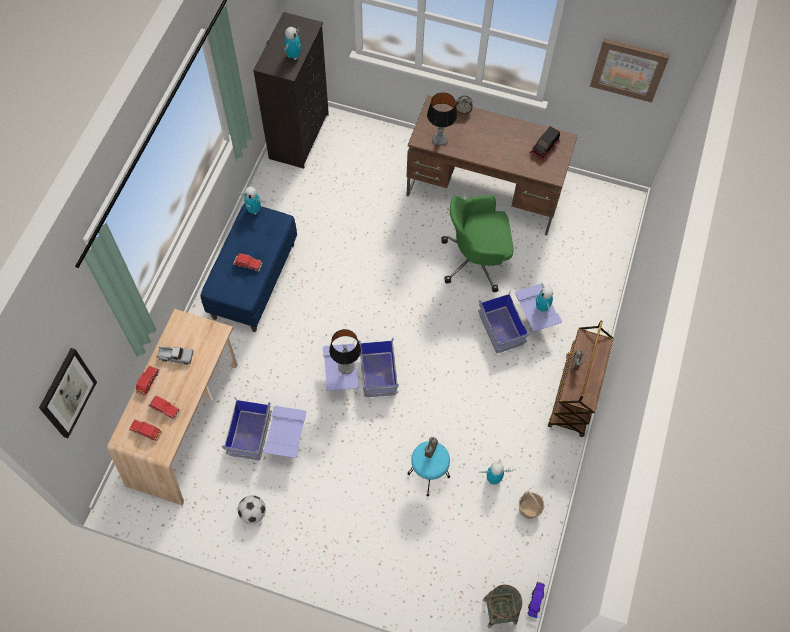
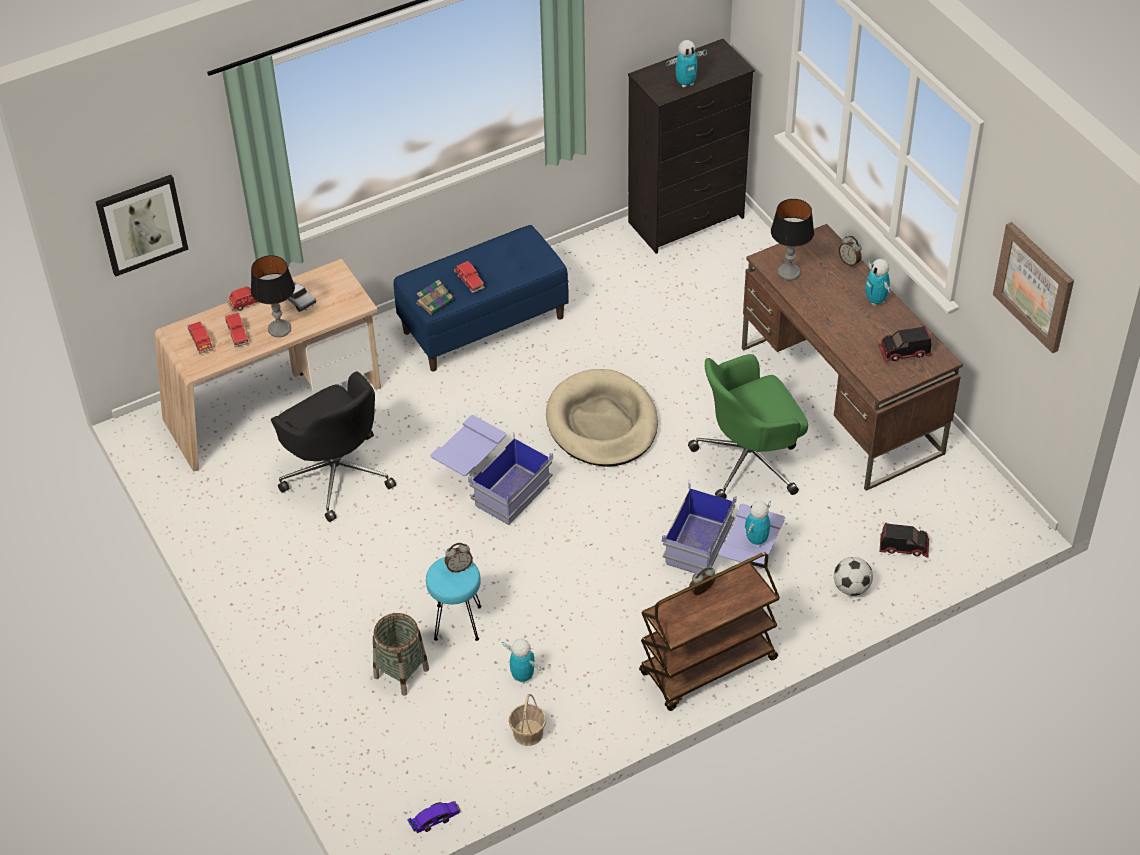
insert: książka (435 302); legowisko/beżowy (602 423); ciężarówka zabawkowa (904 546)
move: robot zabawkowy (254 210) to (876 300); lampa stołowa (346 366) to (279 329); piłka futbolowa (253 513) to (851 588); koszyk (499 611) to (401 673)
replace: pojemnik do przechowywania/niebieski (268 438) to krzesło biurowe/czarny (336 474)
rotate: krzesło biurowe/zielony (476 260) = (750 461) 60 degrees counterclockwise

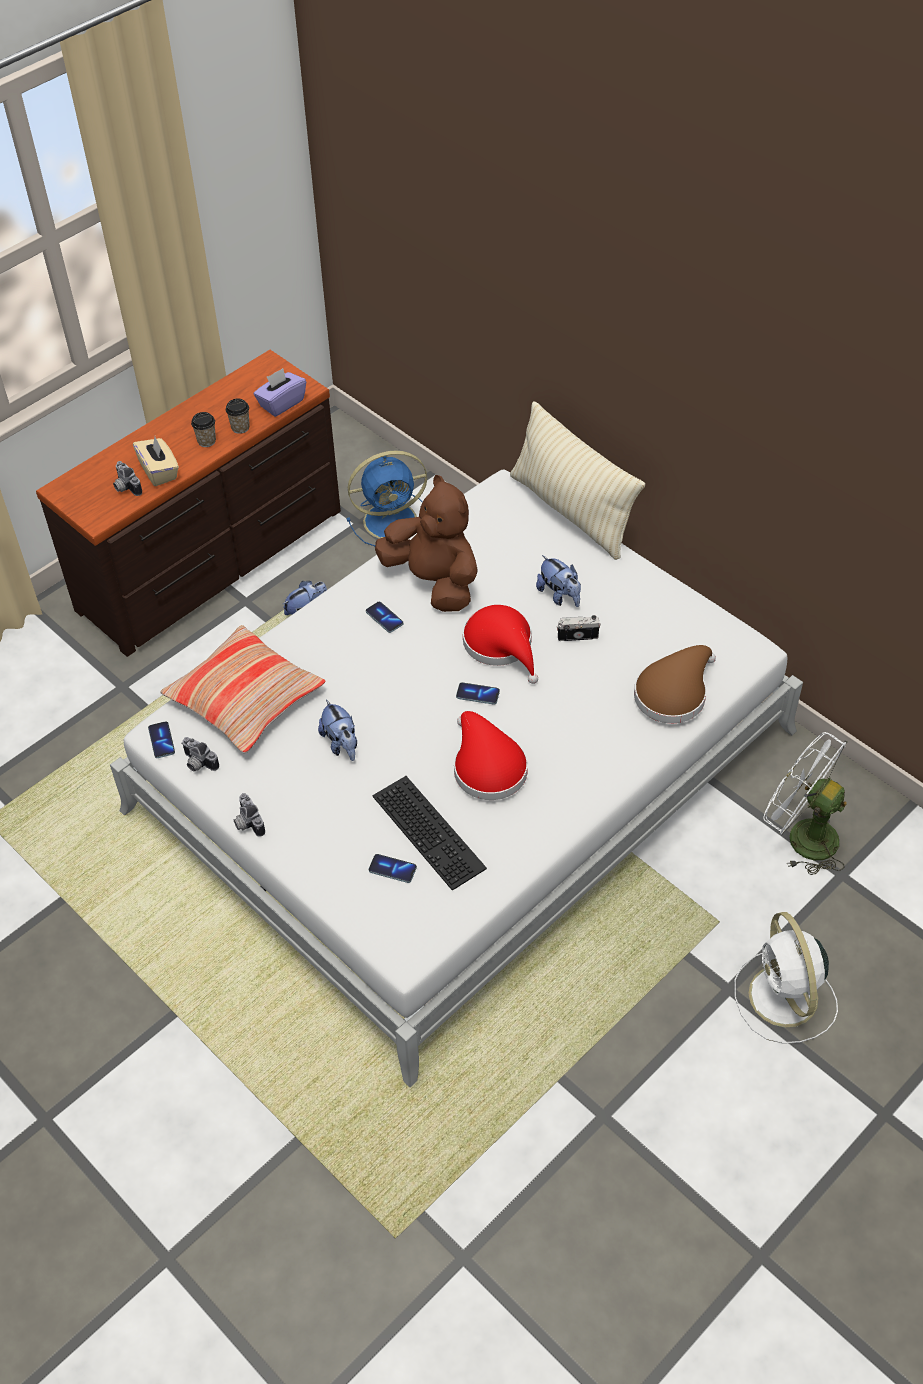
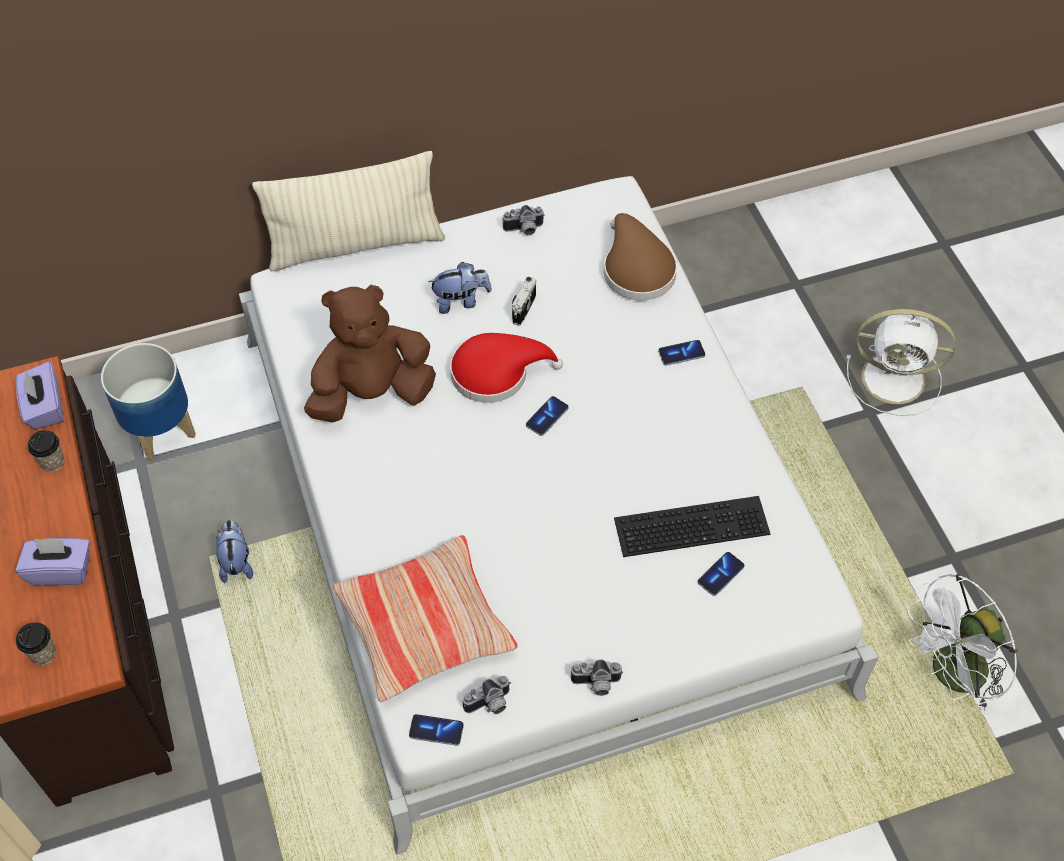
delete: pluszak (341 744); kapelusz/czerwony (487 766)
move: filiżanka (206 441) to (43 653); aparat fotograficzny (125 487) to (524 230); telefon (384 618) to (681 353); wentylator/biały (801 836) to (950 676)
replace: wentylator/niebieski (392 520) to donica (160 430)
recolor: pudełko chusteczek/beżowy (159 471) to pudełko chusteczek/fioletowy (61 570)

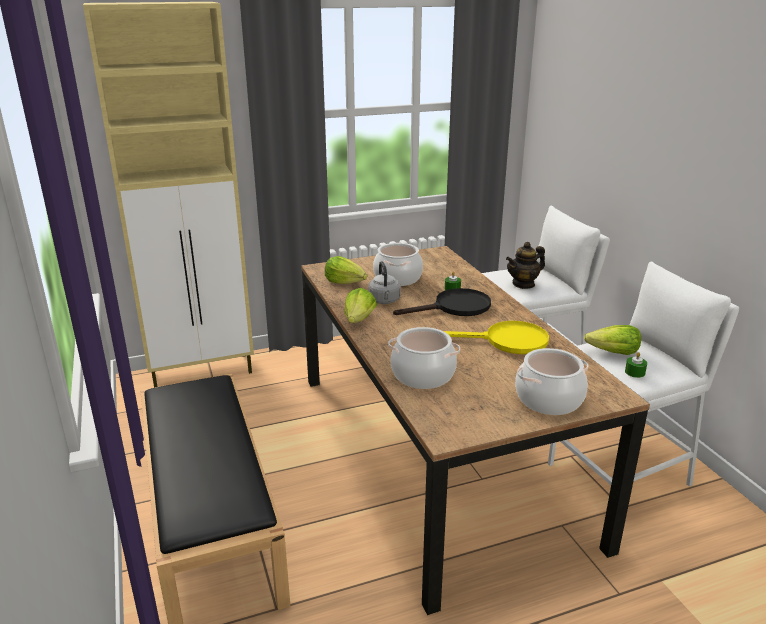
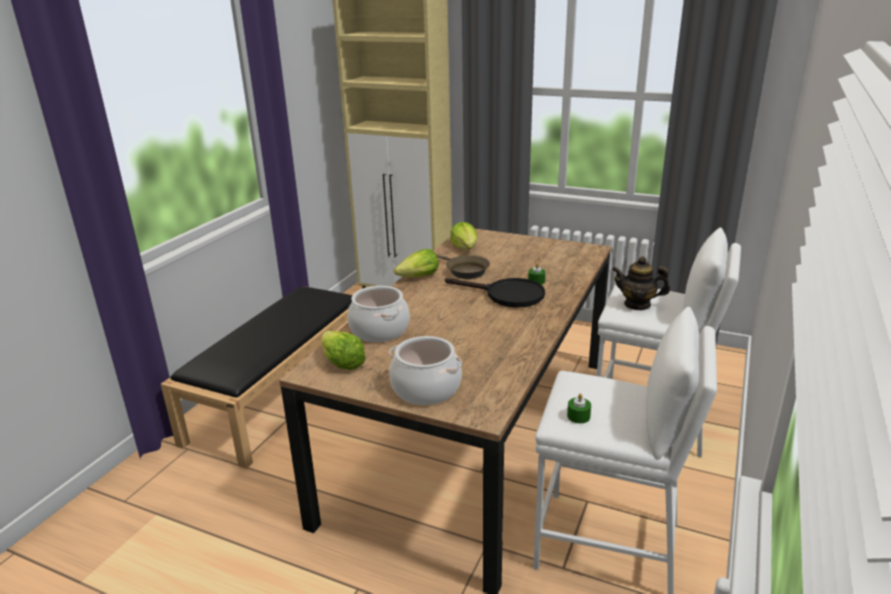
delete: garnek (398 278); patelnia/żółty (507 341)
move: sałata (613 353) to (342 362)
replace: czajnik/szary (384 301) to patelnia/brązowy (464 271)

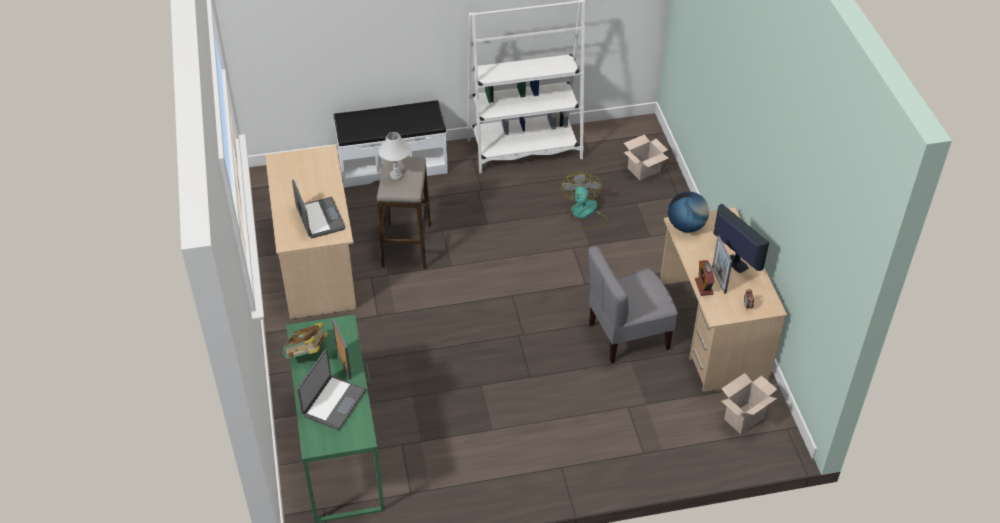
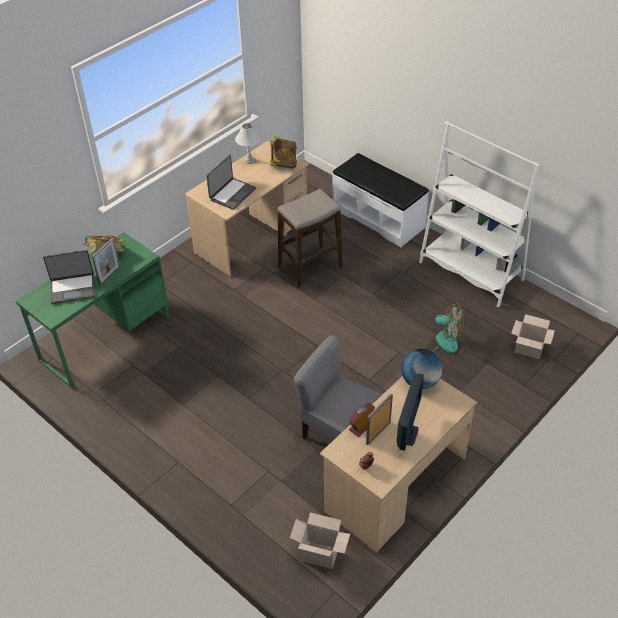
insert: książka (283 163)
move: lampa stołowa/biały (396 175) to (249 161)
rotate: wentylator (584 214) = (440 340) 60 degrees clockwise

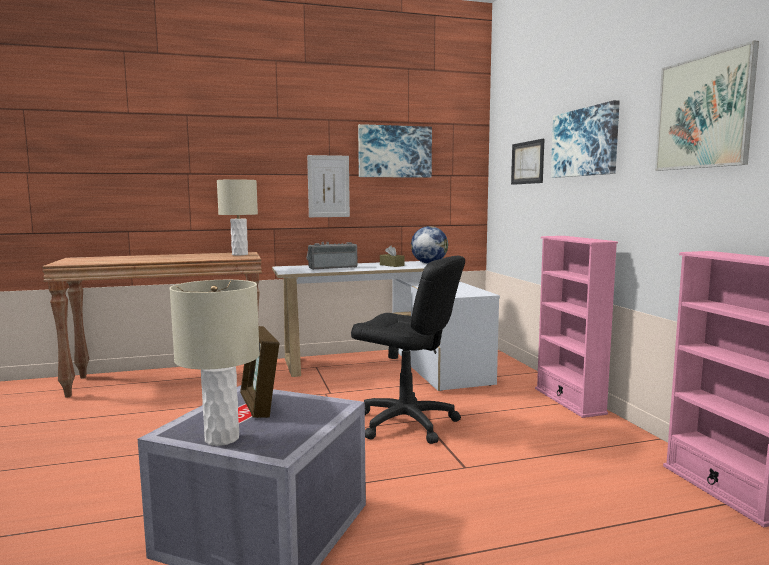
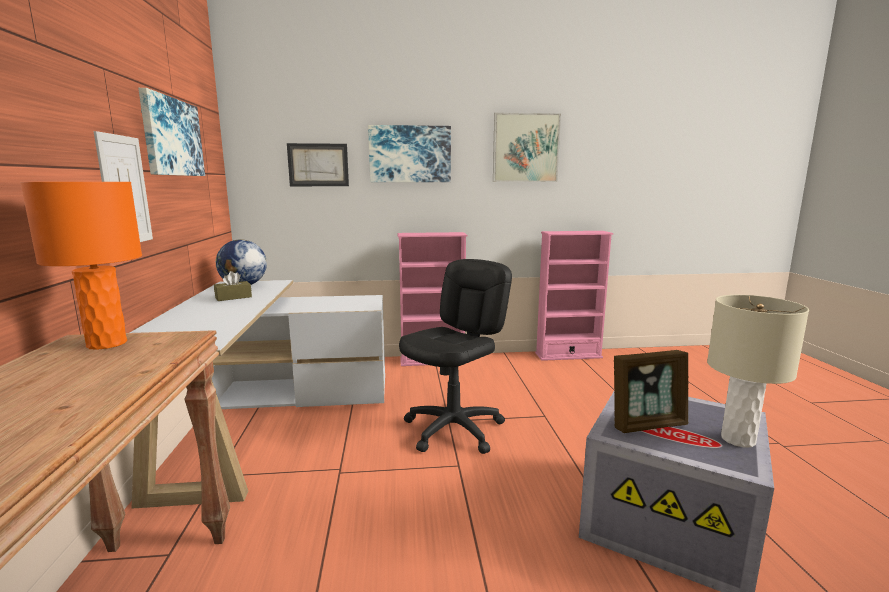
delete: radio (332 267)
recolor: lampa stołowa/beżowy (239 254) to lampa stołowa/pomarańczowy (106 344)

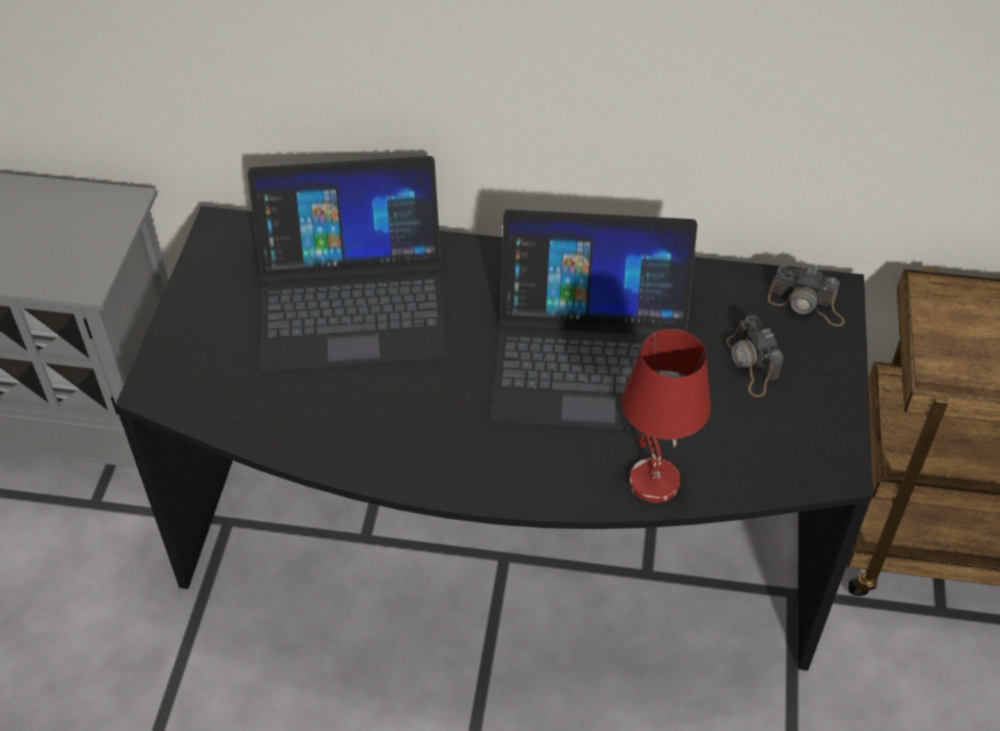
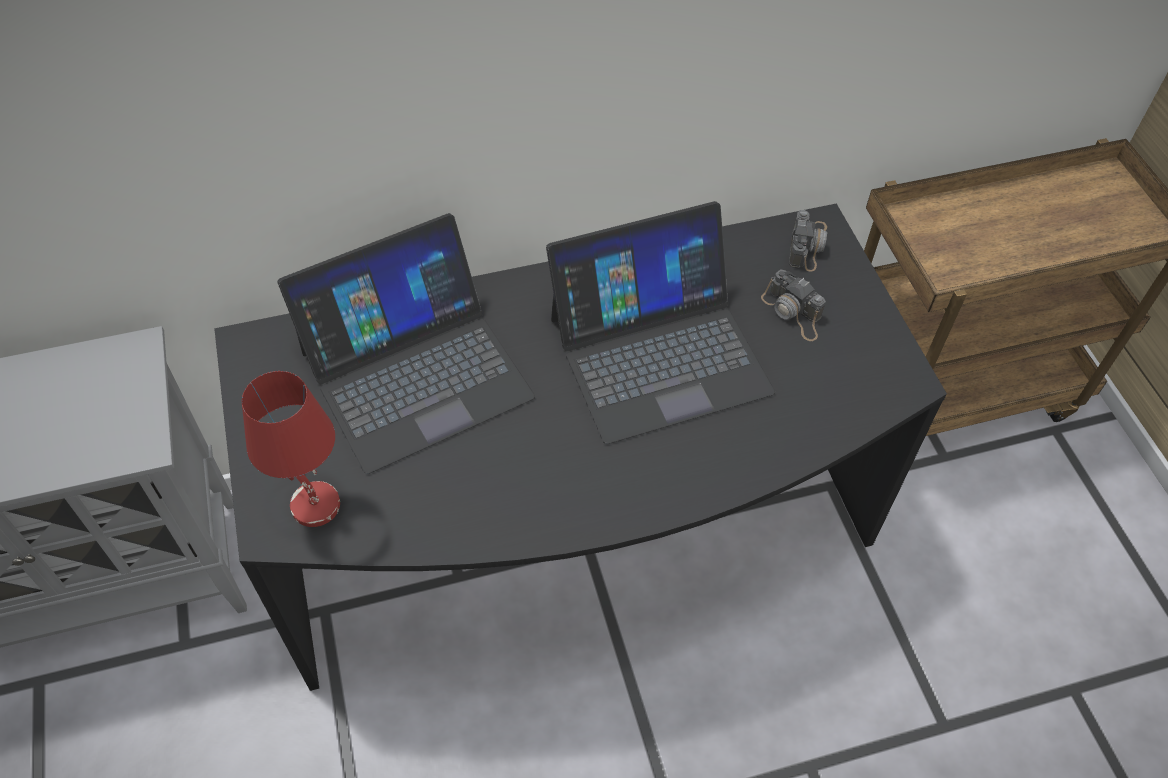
move: lampa stołowa/czerwony (652 481) to (314 505)
rotate: aparat fotograficzny (807 305) = (807 245) 75 degrees counterclockwise

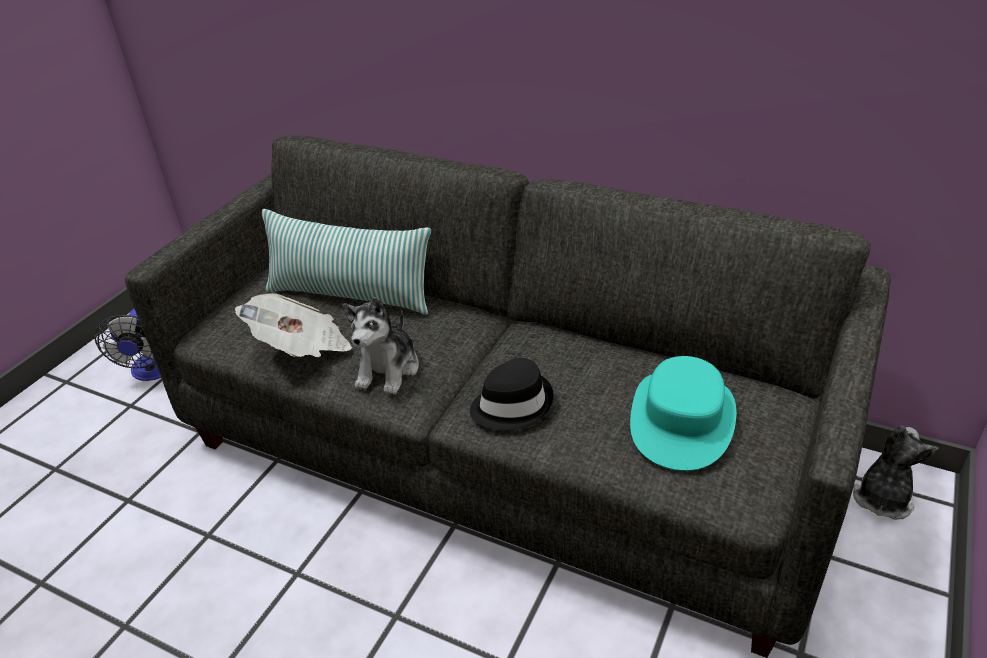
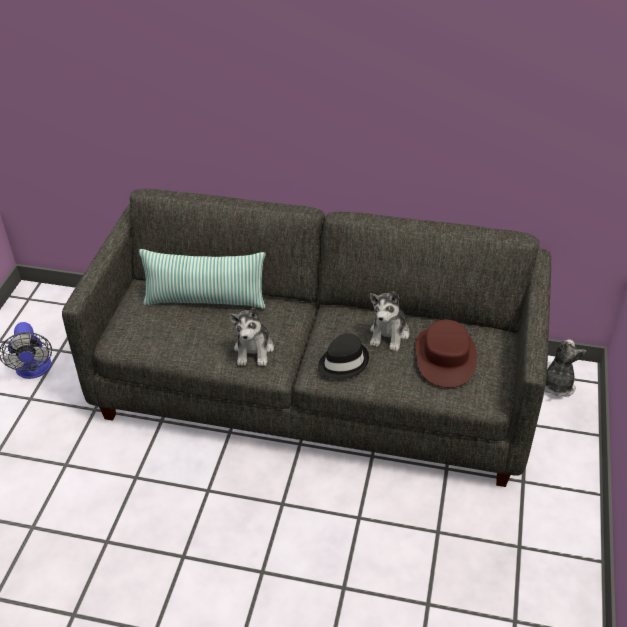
delete: gazeta (302 347)
insert: pluszak (389 334)
recolor: kapelusz/turkusowy (682 420) to kapelusz/brązowy (445 357)

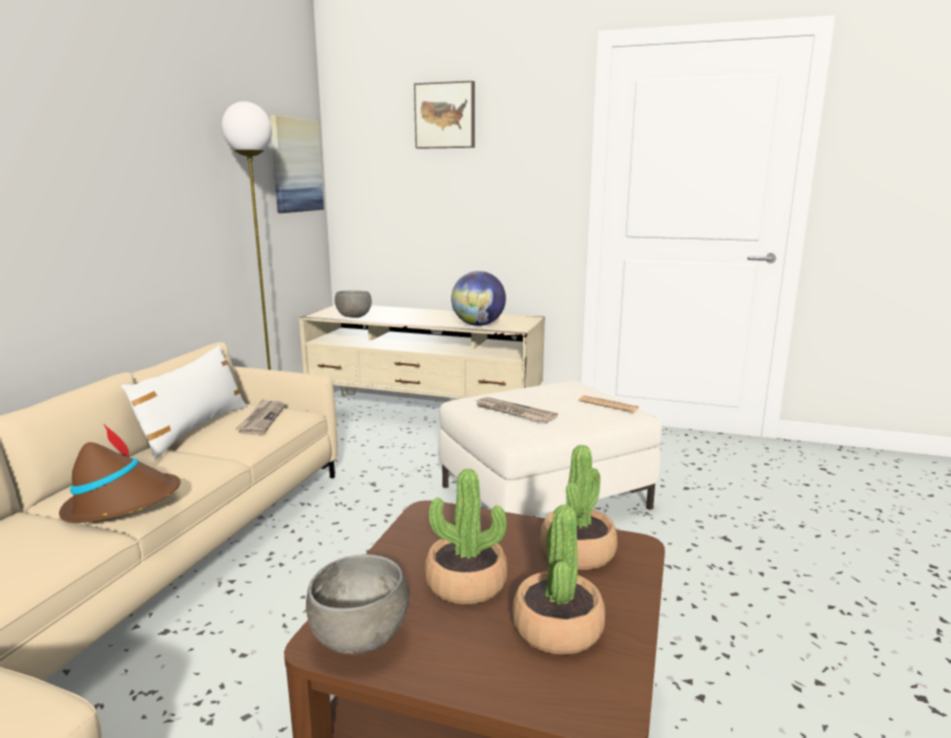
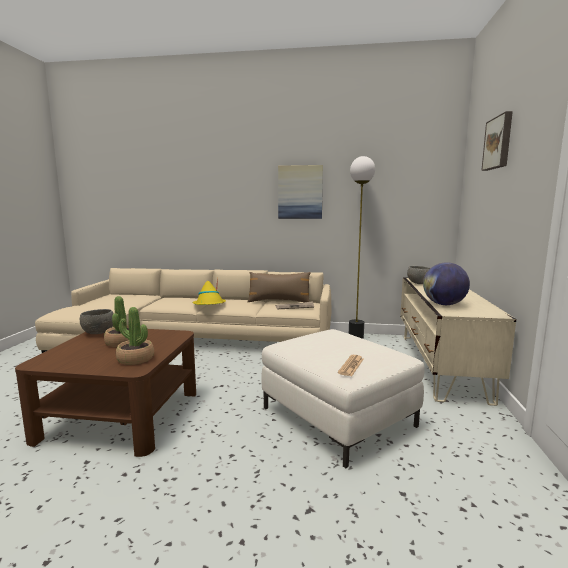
delete: gazeta (513 412); roślina doniczkowa (557 628)
move: obraz (295 165) to (300 192)
recolor: poduszka/biały (194 429) to poduszka/brązowy (279 301); kapelusz/brązowy (123 504) to kapelusz/żółty (209 305)

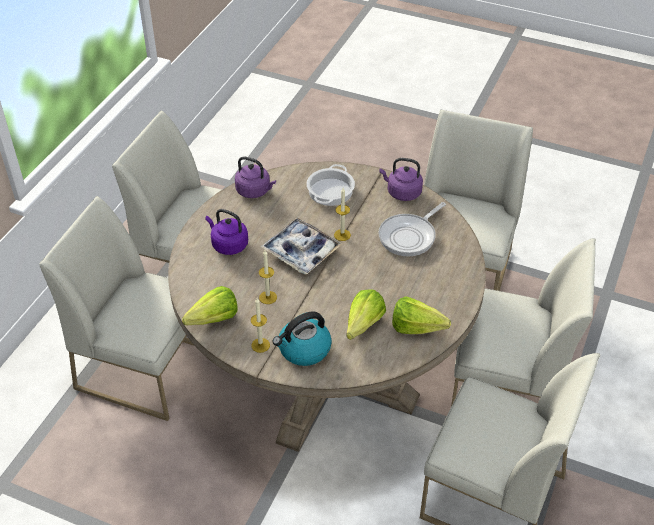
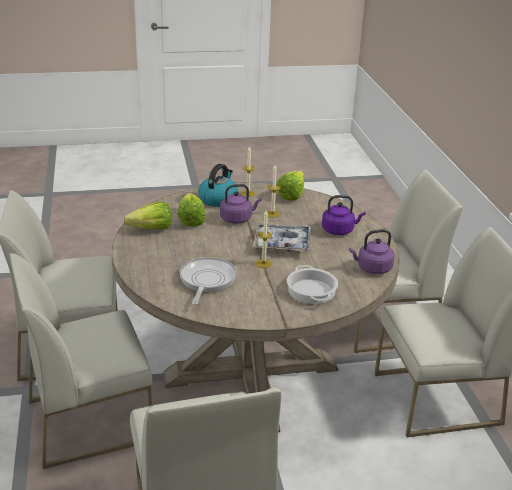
move: czajnik/fioletowy (402 192) to (237 219)

